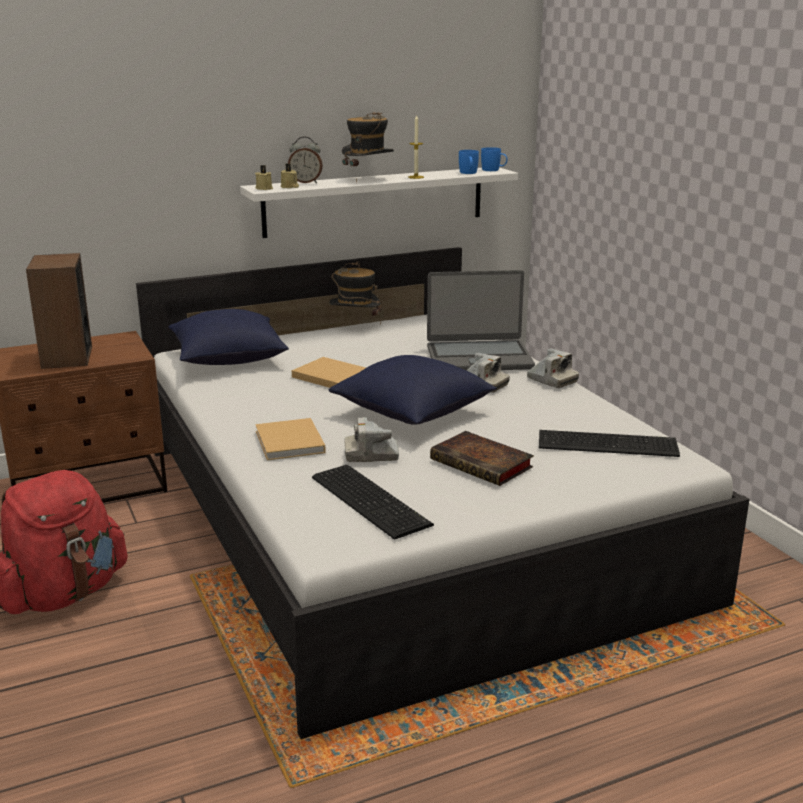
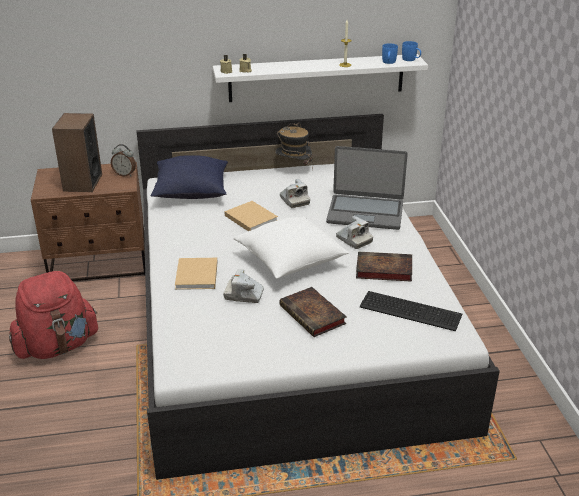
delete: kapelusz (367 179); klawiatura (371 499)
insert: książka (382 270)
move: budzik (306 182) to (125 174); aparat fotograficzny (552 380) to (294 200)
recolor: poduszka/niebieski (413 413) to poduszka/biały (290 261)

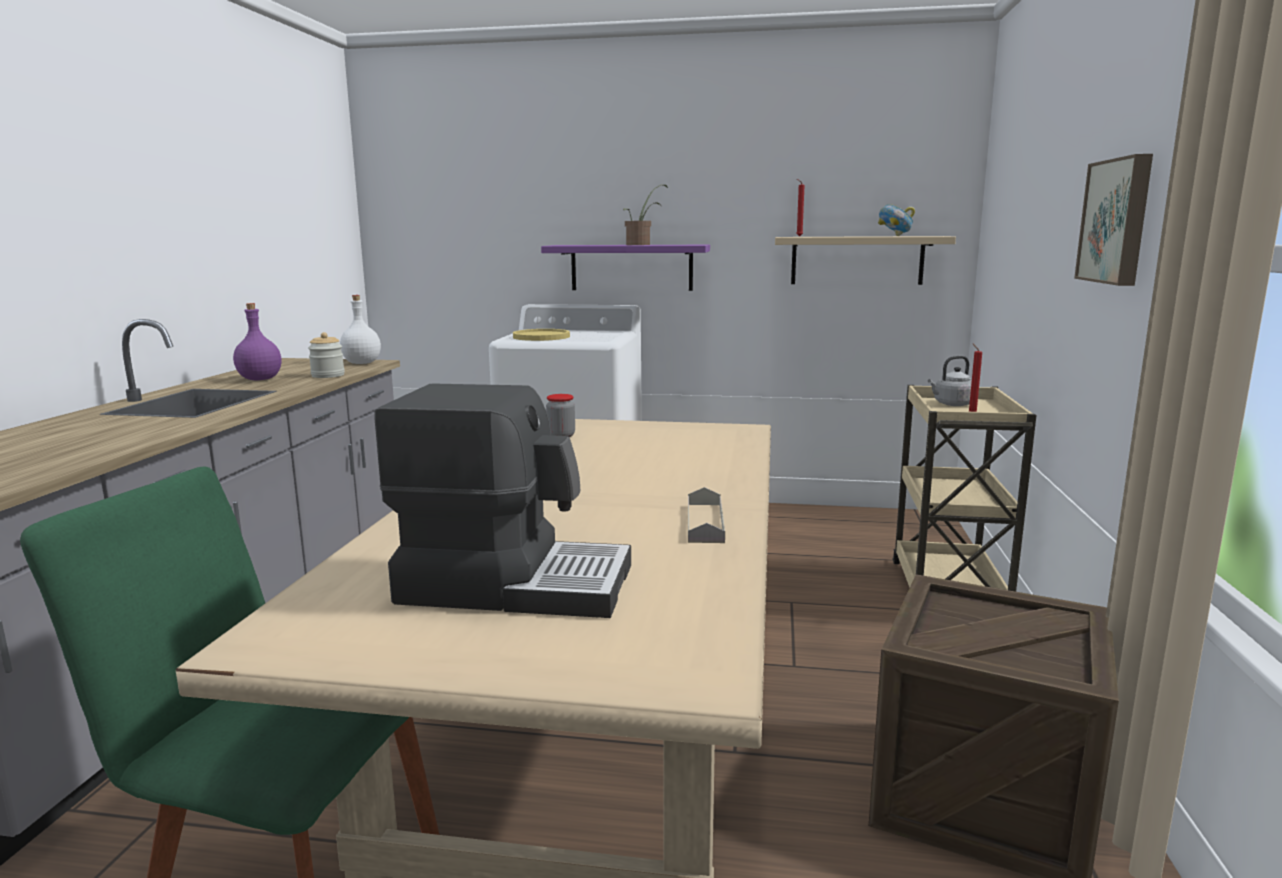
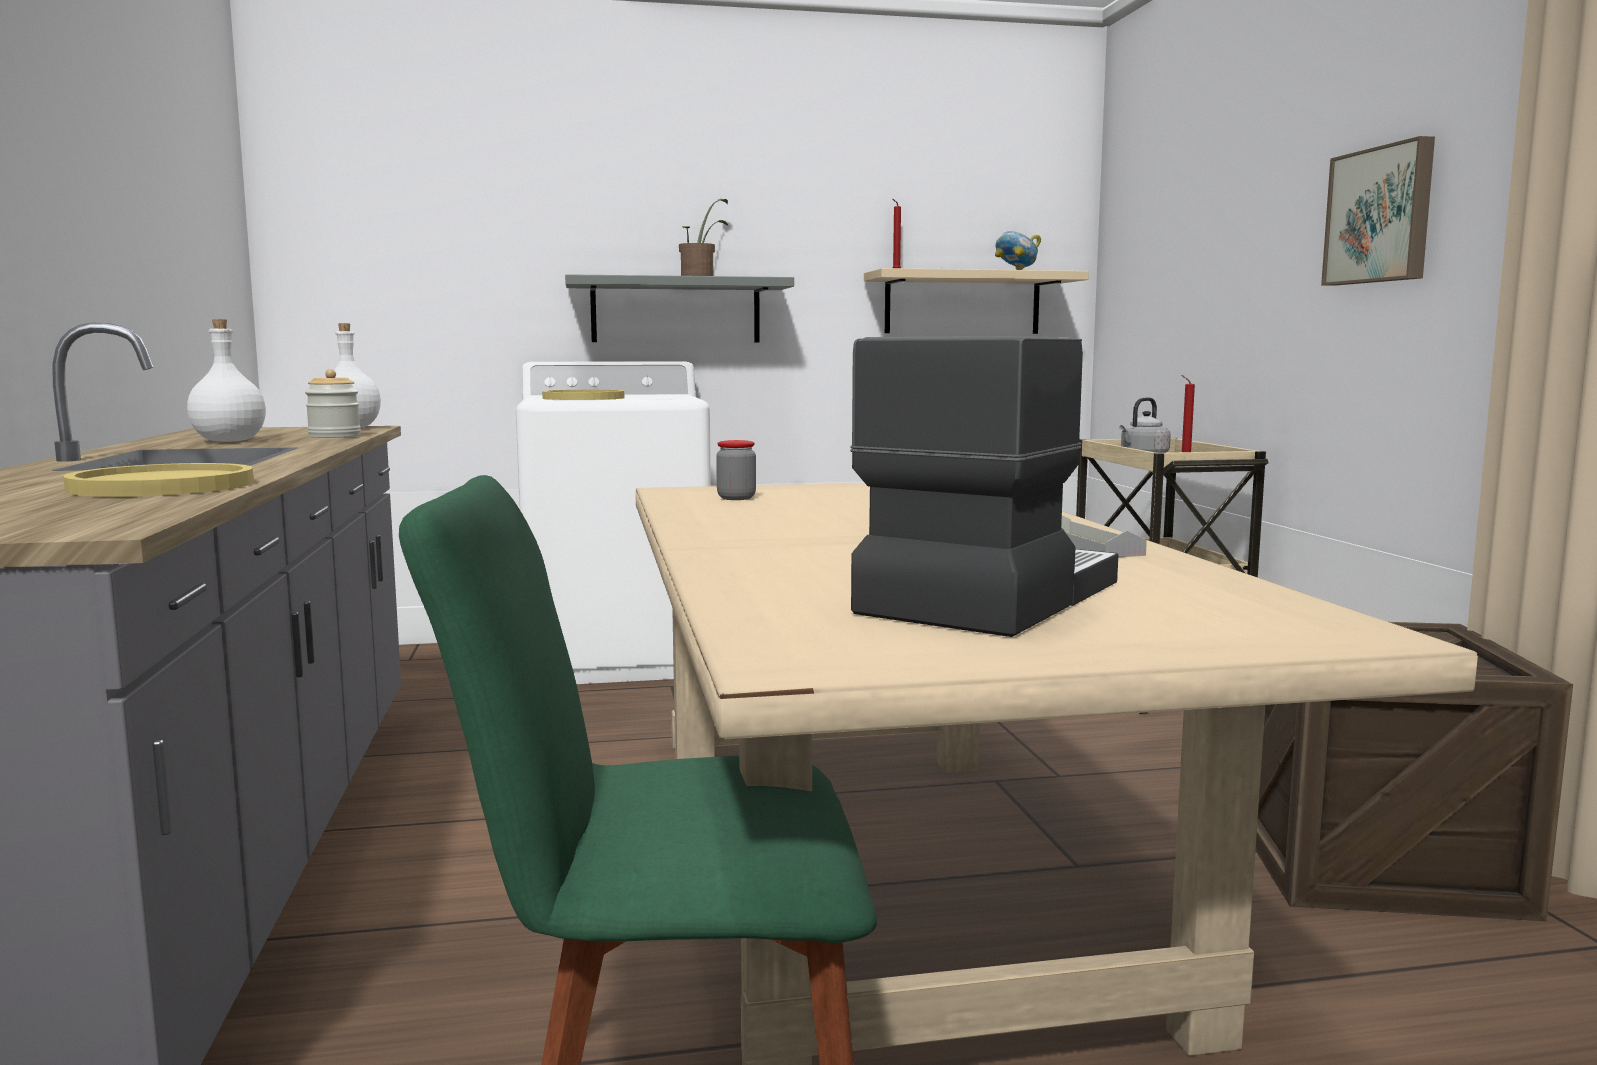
insert: talerz/żółty (162 486)
recolor: półka/fioletowy (631 267) to półka/szary (676 311); butelka/fioletowy (259 379) to butelka/biały (228 441)
rotate: ekspres do kawy (515 583) = (986 597) 45 degrees counterclockwise

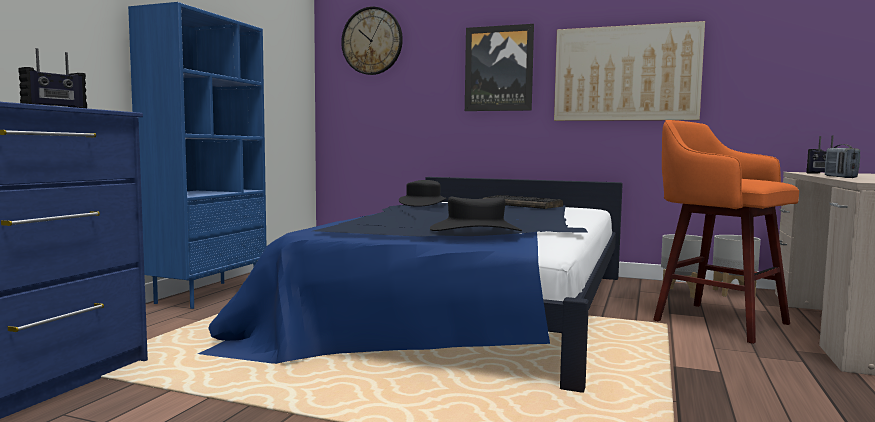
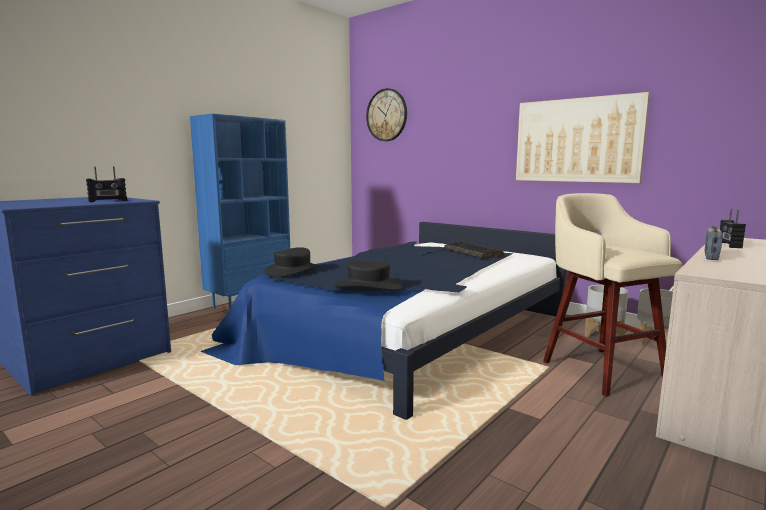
delete: obraz (499 69)
move: kapelusz/czarny (423 203) to (292 271)
recolor: stołek/pomarańczowy (716 321) to stołek/beżowy (600 369)

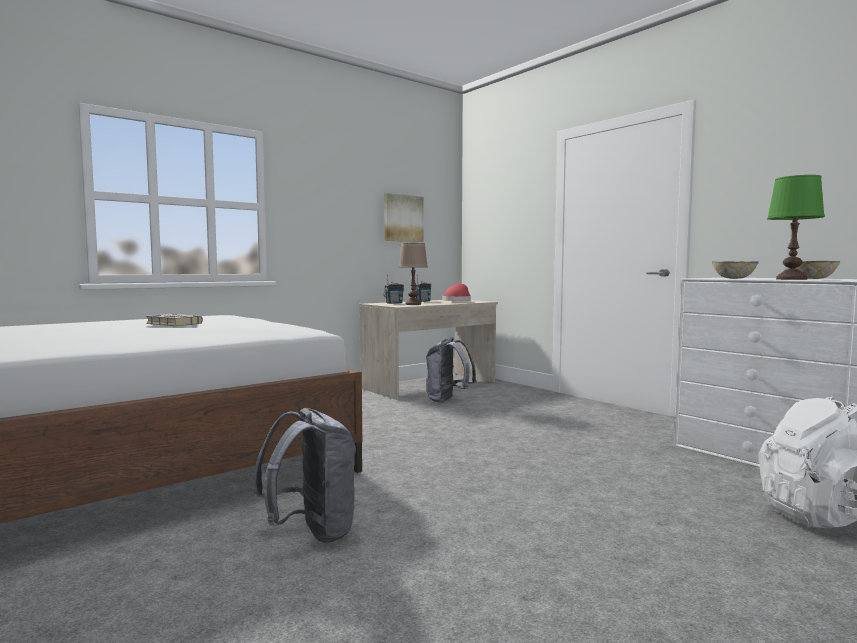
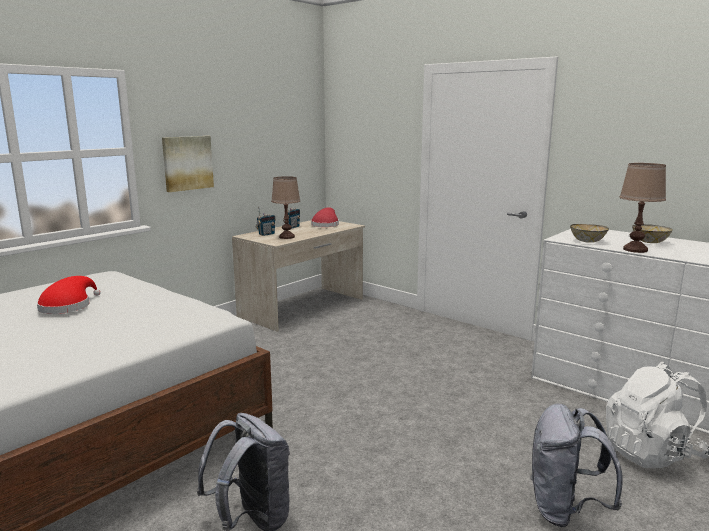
move: obraz (403 218) to (187 163); plecak/szary (448 400) to (565 510)
replace: książka/szary (172 324) to kapelusz/czerwony (68 306)
recolor: lampa stołowa/zielony (791 279) to lampa stołowa/brązowy (635 249)

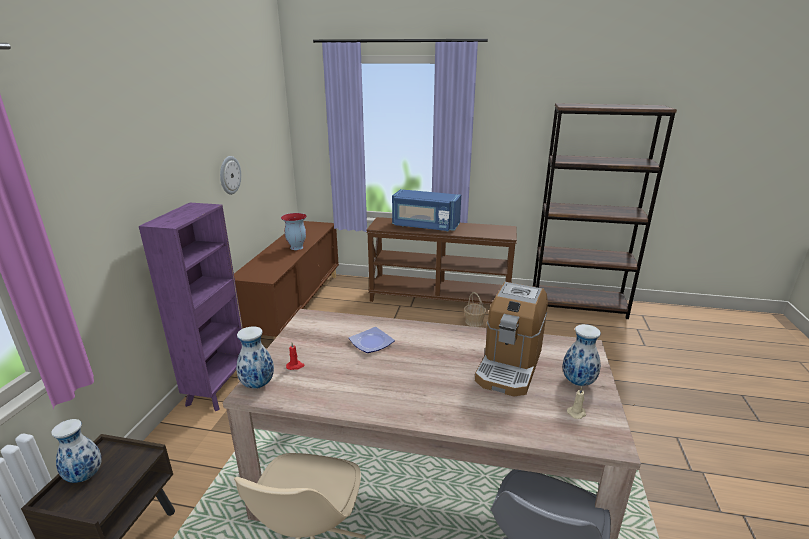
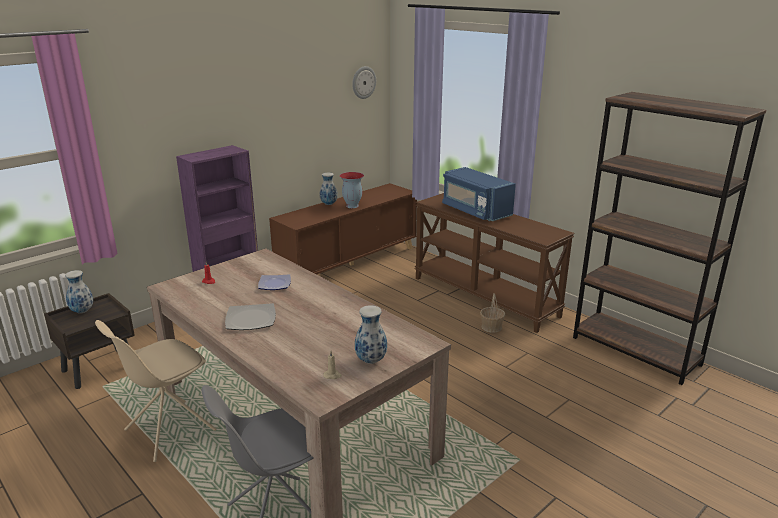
delete: ekspres do kawy (509 365)
insert: talerz (250 319)
move: zegar ścienny (229 175) to (363 82); wazon (257 385) to (328 204)

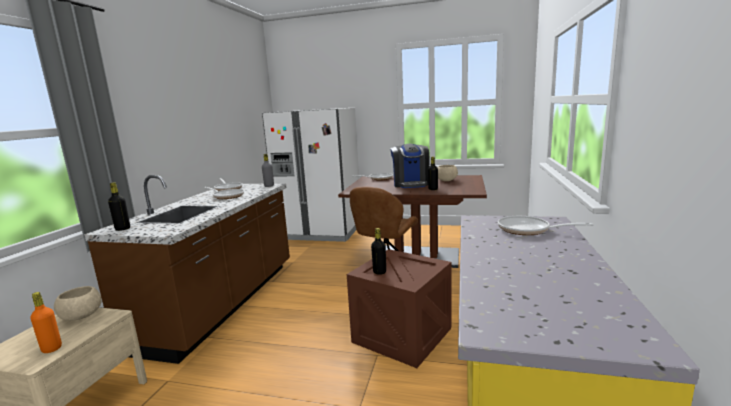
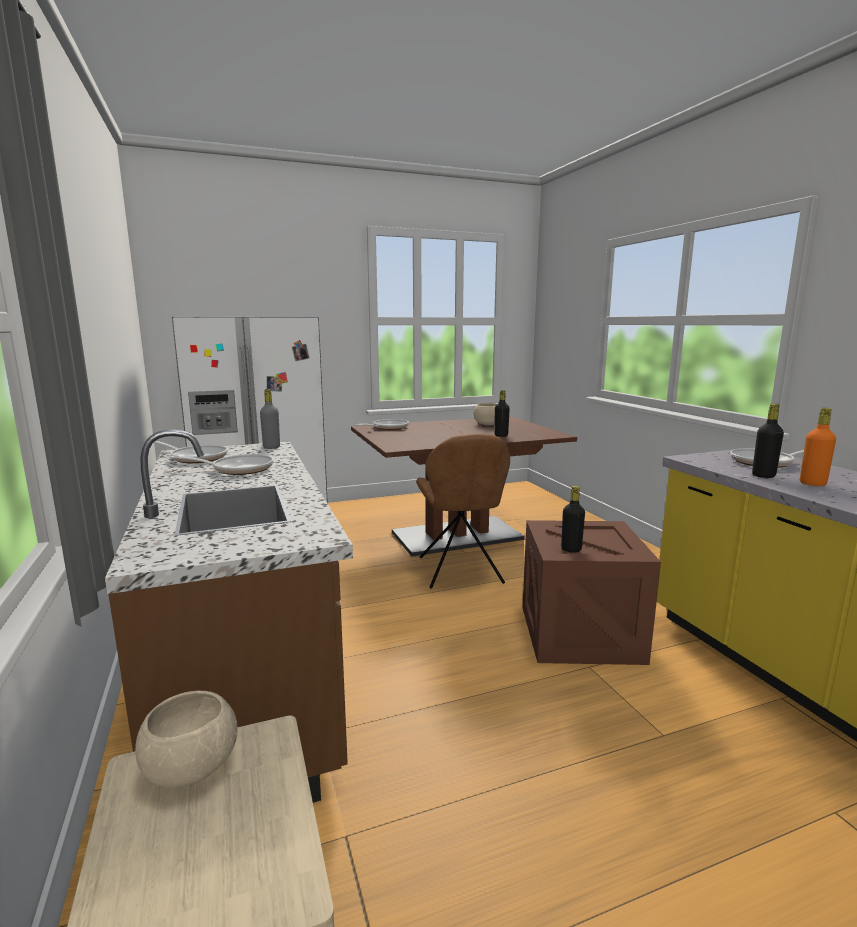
delete: ekspres do kawy (411 184)
move: butelka/czarny (122 229) to (763 476); butelka/pomarańczowy (51 348) to (812 483)

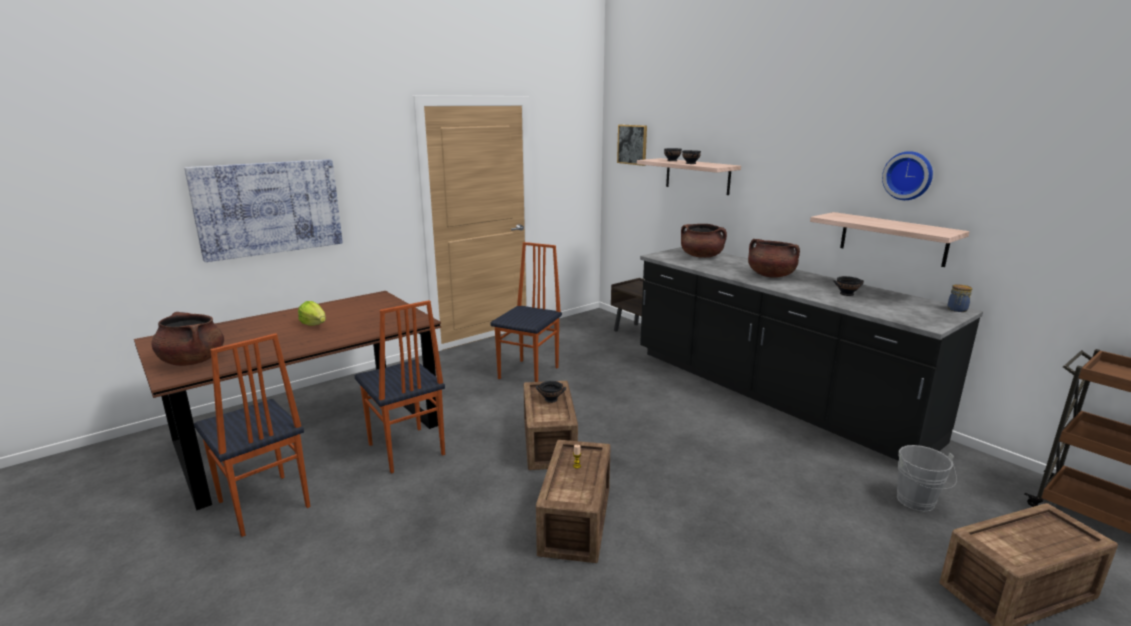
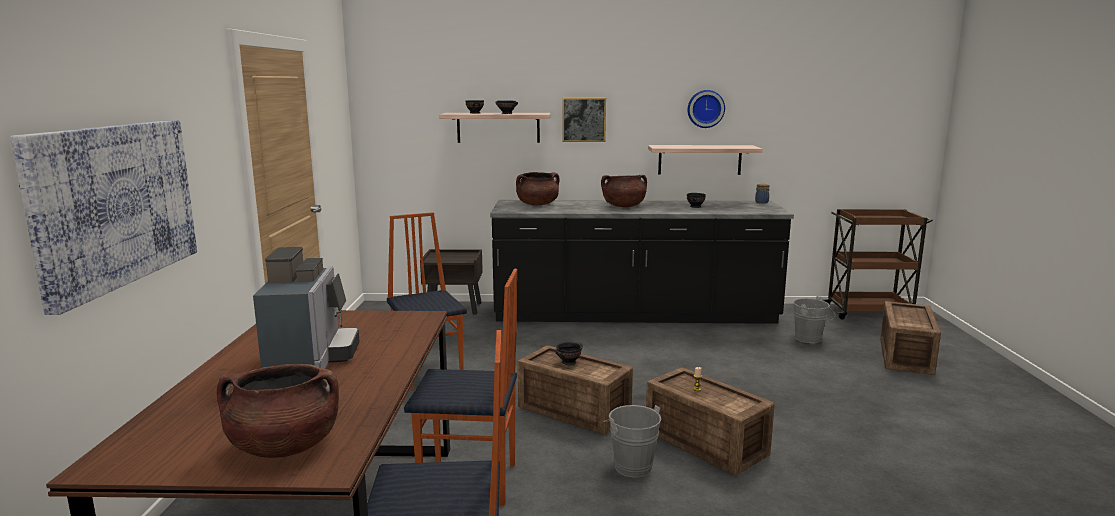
insert: wiadro/szary (630 465)
move: obraz (632 144) to (584 119)
replace: sałata (314 324) to ekspres do kawy (311 360)

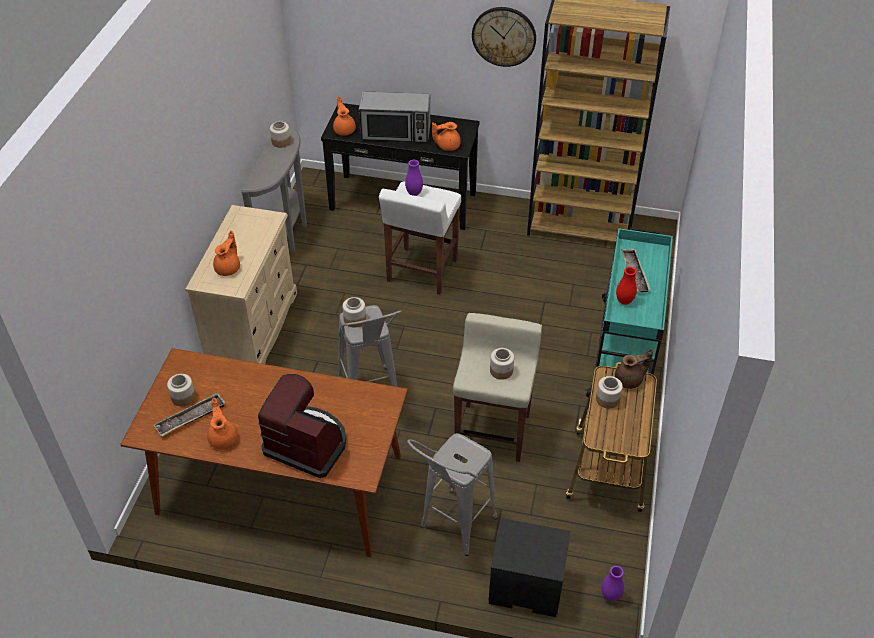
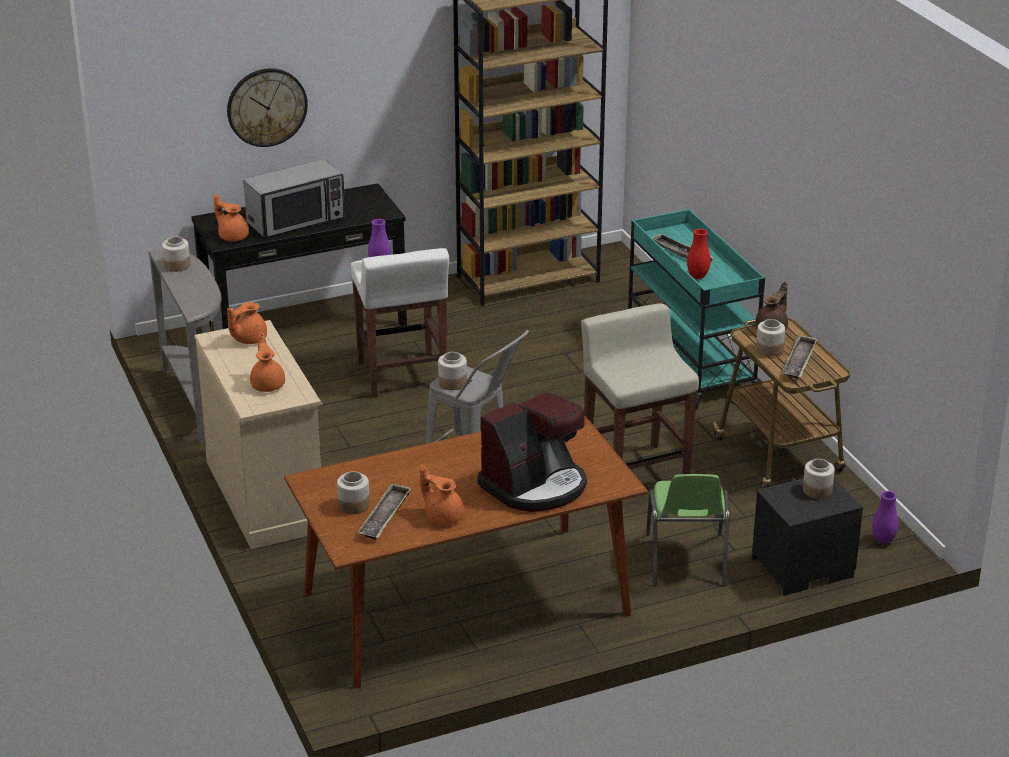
insert: taca (799 361)
move: zegar ścienny (504 36) to (266 107); imbryk/pomarańczowy (447 146) to (248 339); słoik (501 371) to (817 490)
replace: stołek/szary (452 531) to krzesło/zielony (685 561)
rotate: ekspres do kawy (307 444) = (535 485) 150 degrees clockwise

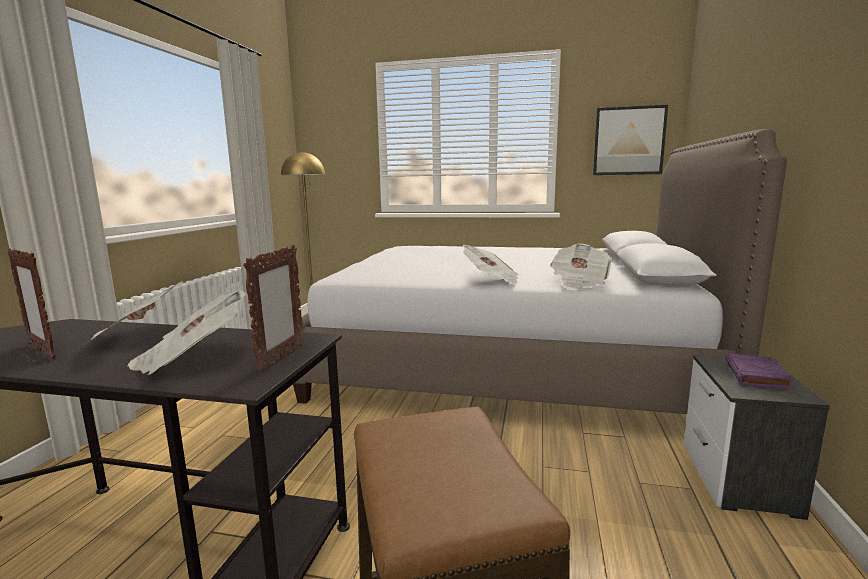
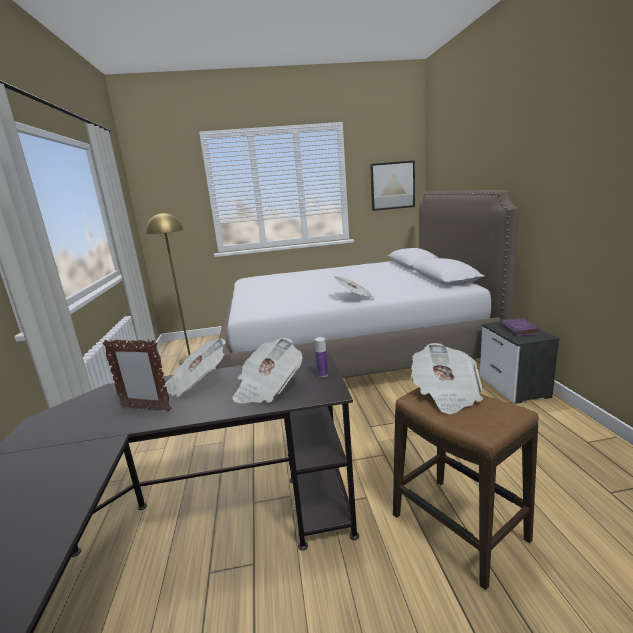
move: gazeta (579 282) to (445 394)
replace: ramka na zdjęcie (281 358) to butelka (322 375)

